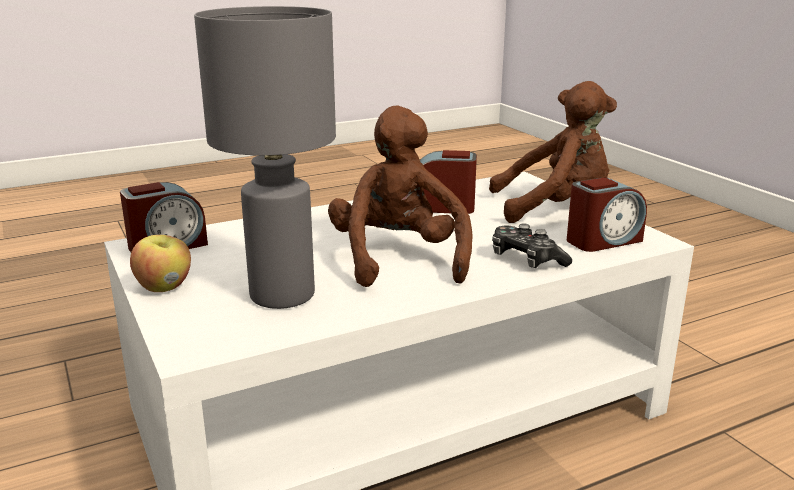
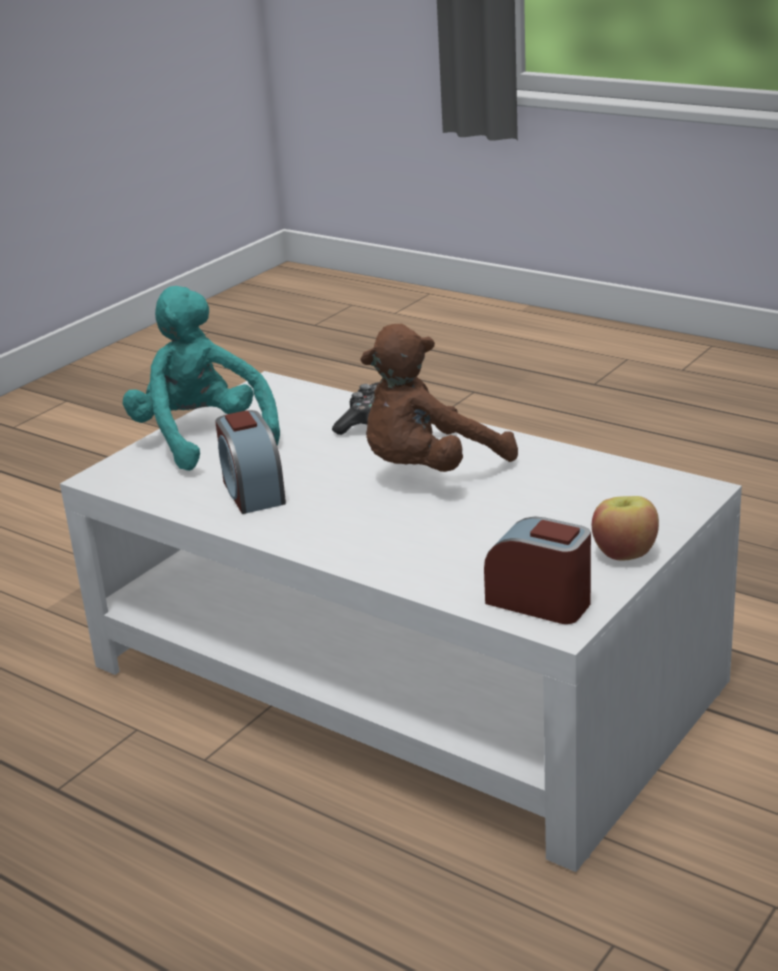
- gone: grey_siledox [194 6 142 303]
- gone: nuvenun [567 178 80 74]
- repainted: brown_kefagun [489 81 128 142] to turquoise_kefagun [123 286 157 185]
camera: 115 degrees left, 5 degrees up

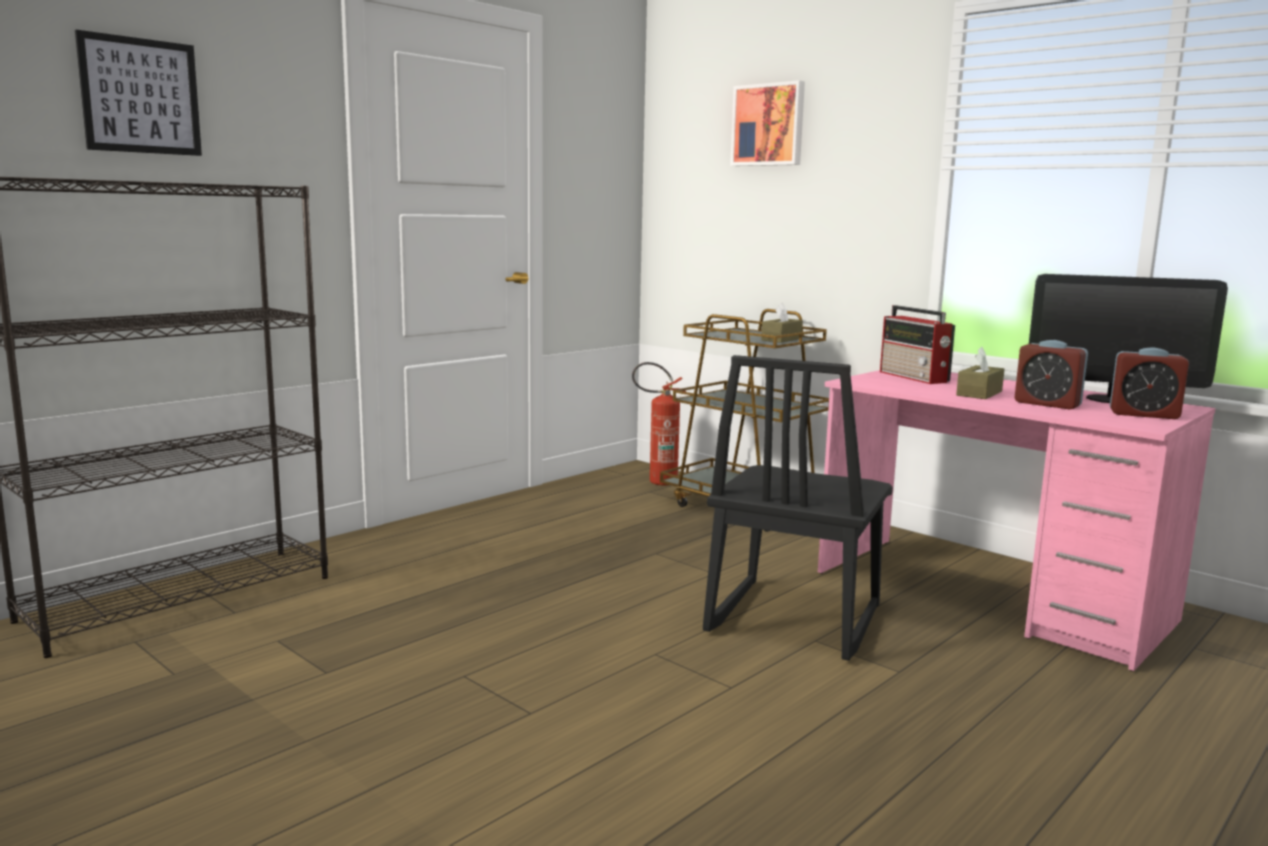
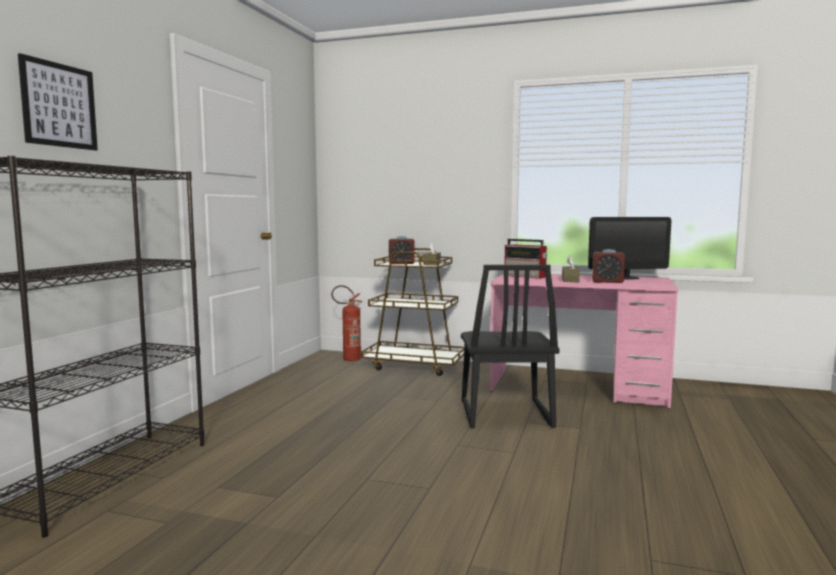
- gone: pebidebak [730 80 75 86]
- shifted: nuvenun [1110 348 79 71] to [389 236 25 28]
camera: 25 degrees left, 5 degrees down

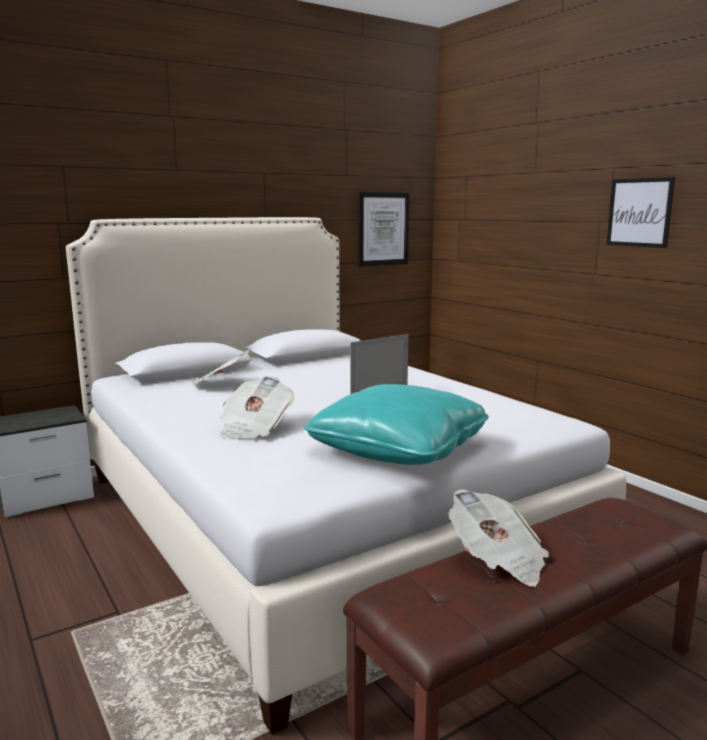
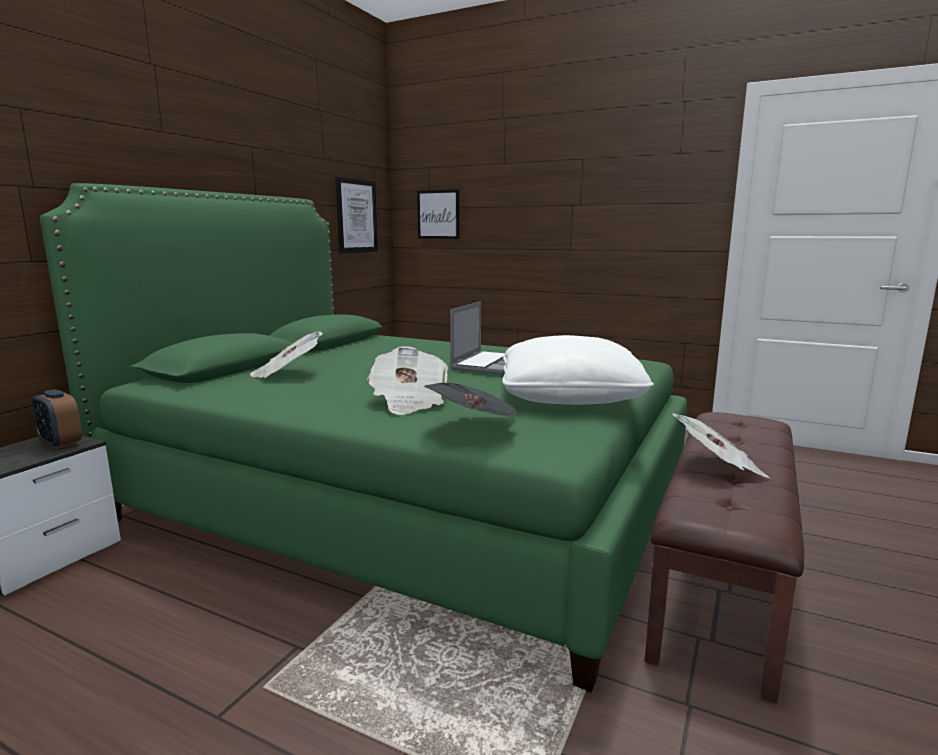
- new: nuvenun [31 389 51 60]
- new: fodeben [424 383 95 33]
- shifted: pebidebak [607 177 68 71] to [417 189 42 50]
- repainted: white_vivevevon [66 217 560 518] to green_vivevevon [40 183 647 510]
- repainted: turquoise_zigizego [304 384 185 81] to white_zigizego [502 335 152 70]
camera: 30 degrees left, 0 degrees up

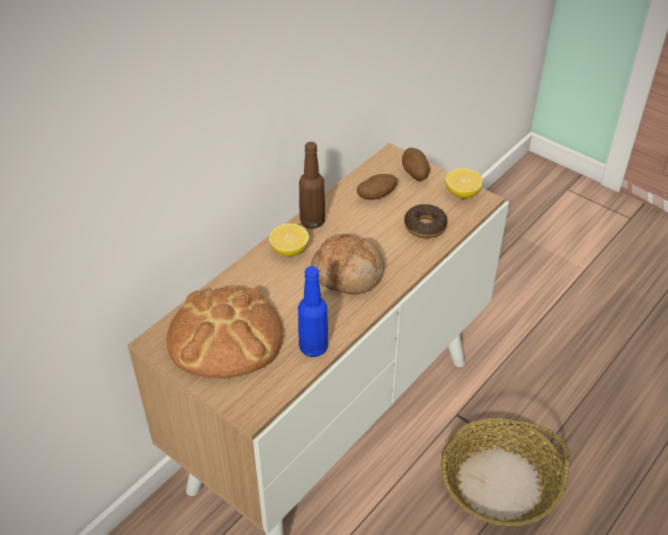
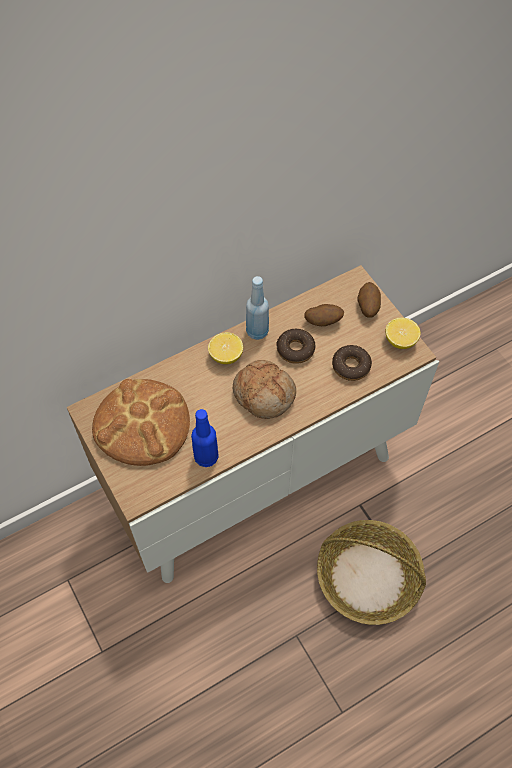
- new: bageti [276 329 39 35]
- repainted: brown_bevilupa [299 142 26 87] to blue_bevilupa [246 276 23 64]
camera: 20 degrees right, 15 degrees up

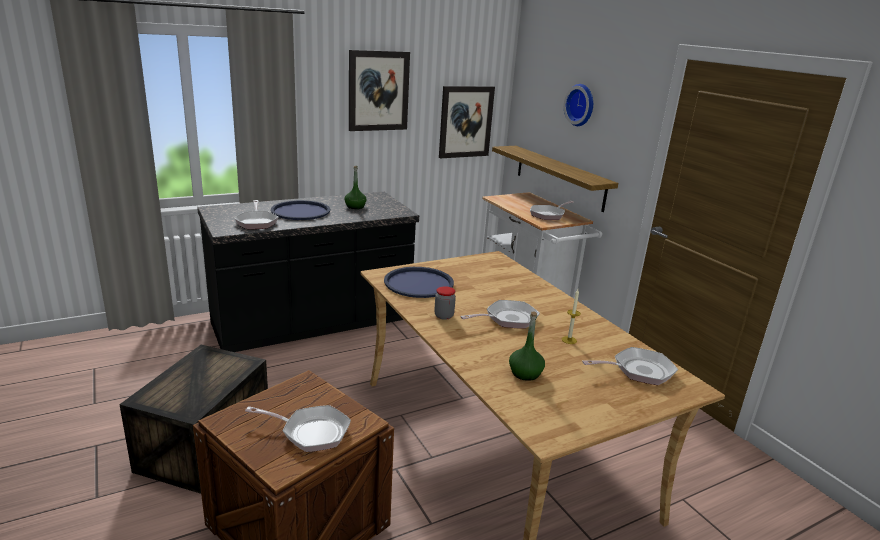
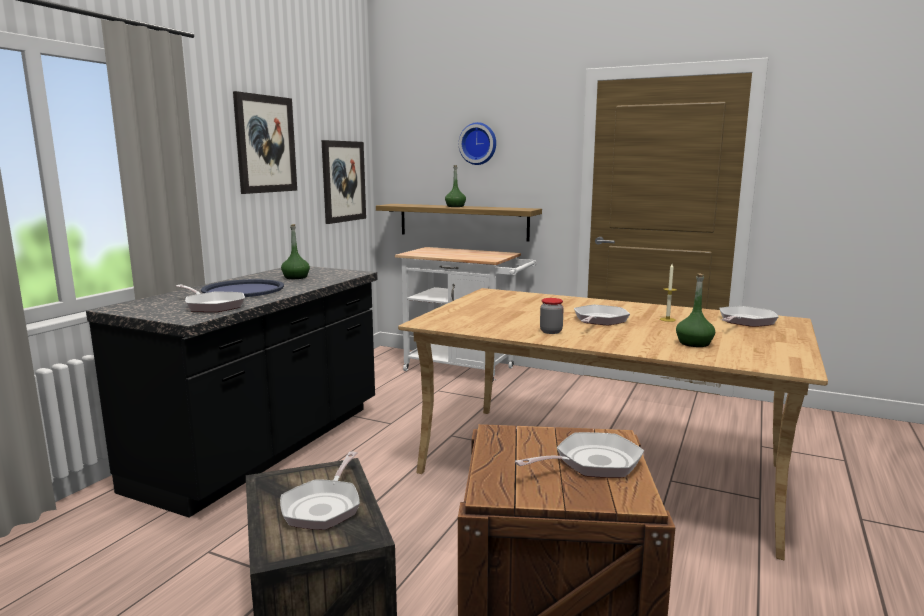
- gone: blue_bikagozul [384 267 70 31]
- new: green_bevilupa [445 165 21 42]
- shifted: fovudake [530 201 44 19] to [280 451 80 79]
camera: 35 degrees left, 10 degrees down

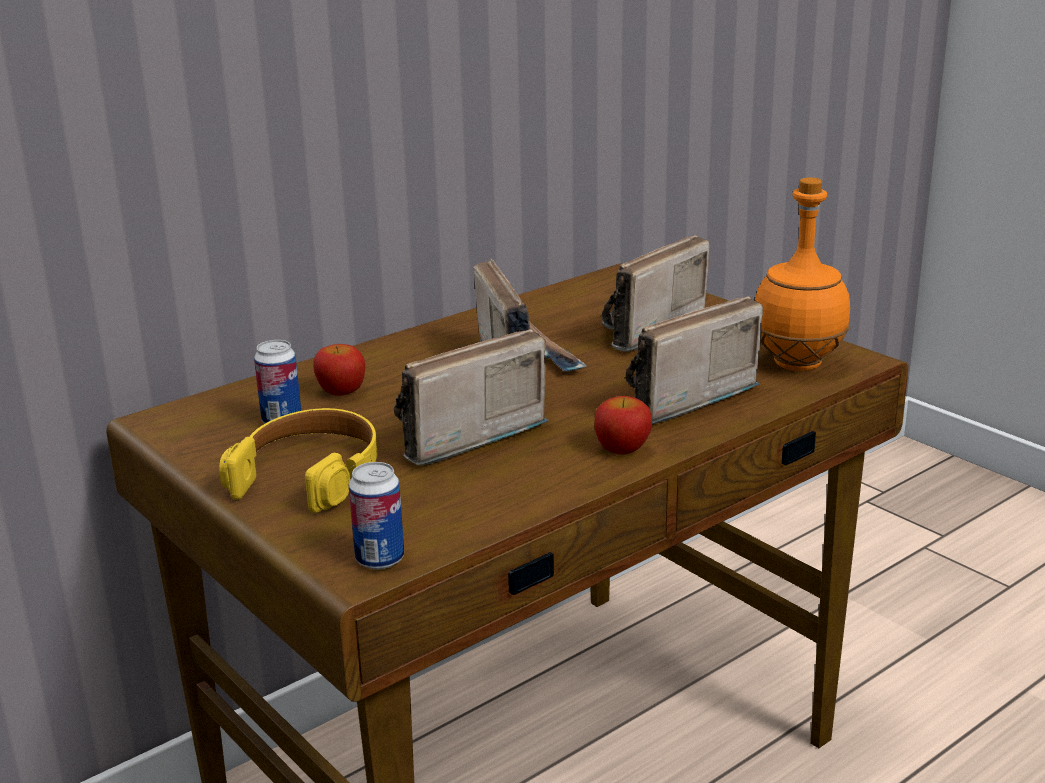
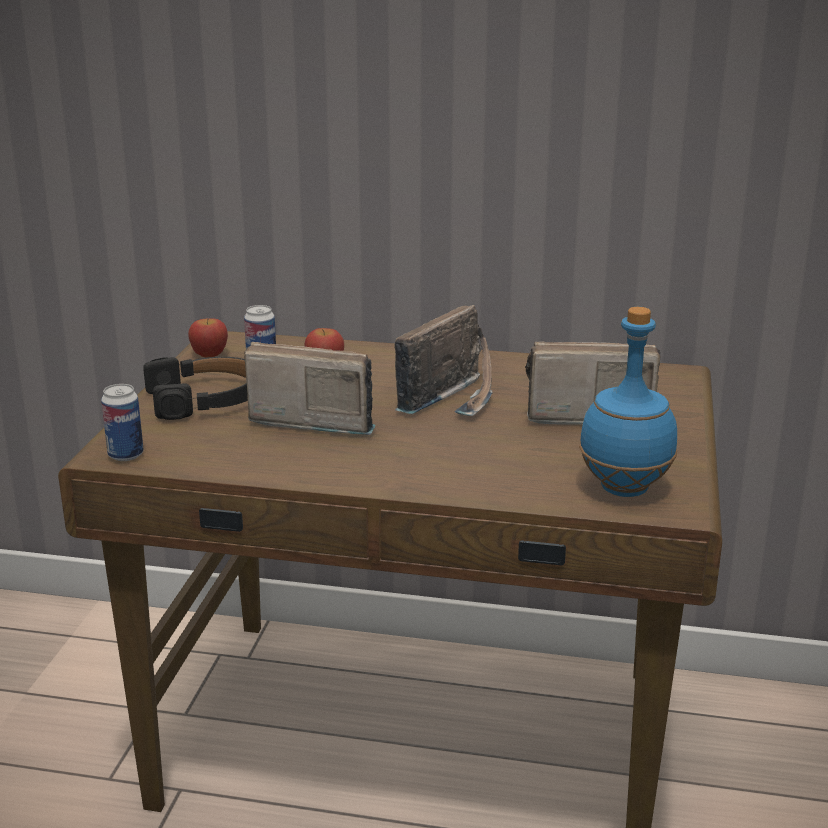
- gone: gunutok [626 296 138 128]
- shifted: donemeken [595 396 57 59] to [188 318 40 40]
- repainted: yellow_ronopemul [219 408 158 105] to black_ronopemul [143 357 105 63]
- repainted: orange_bevilupa [755 177 95 194] to blue_bevilupa [579 307 98 190]
camera: 50 degrees right, 0 degrees up

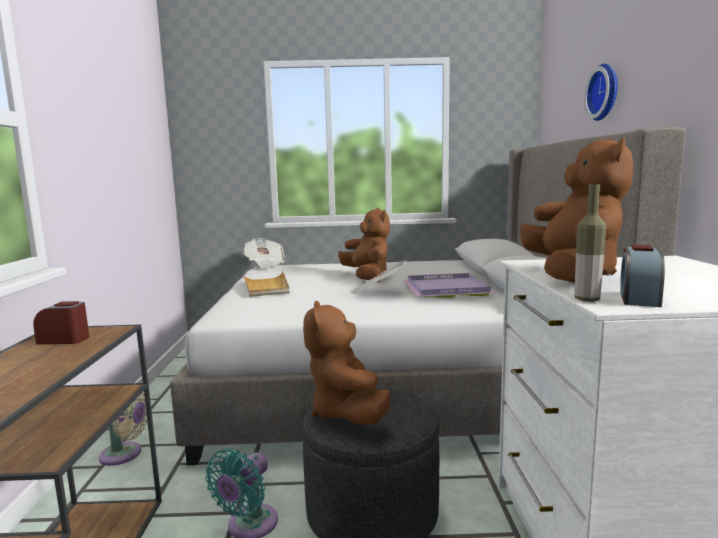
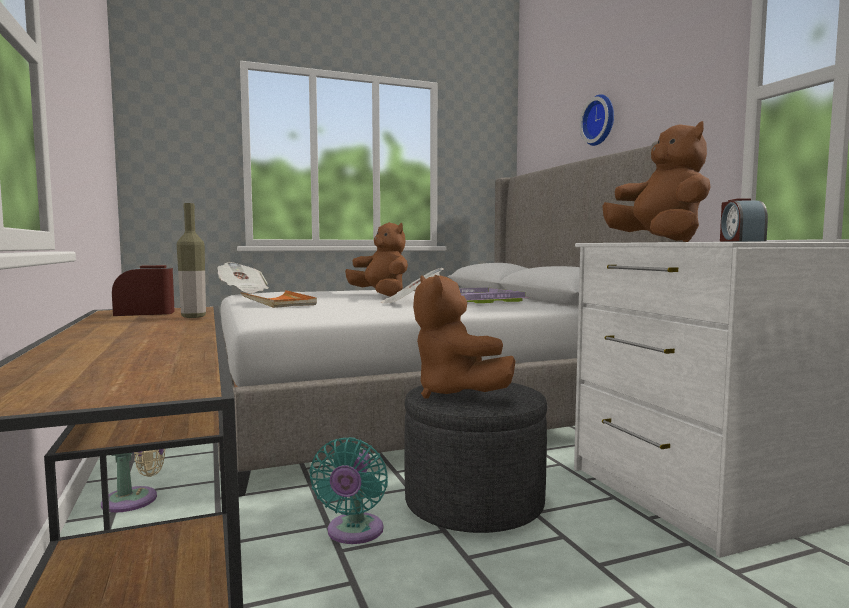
- shifted: bevilupa [574 184 33 118] to [177 203 29 115]
- repainted: beige_bikagozul [243 272 46 25] to orange_bikagozul [241 290 76 18]
camera: 20 degrees left, 5 degrees down

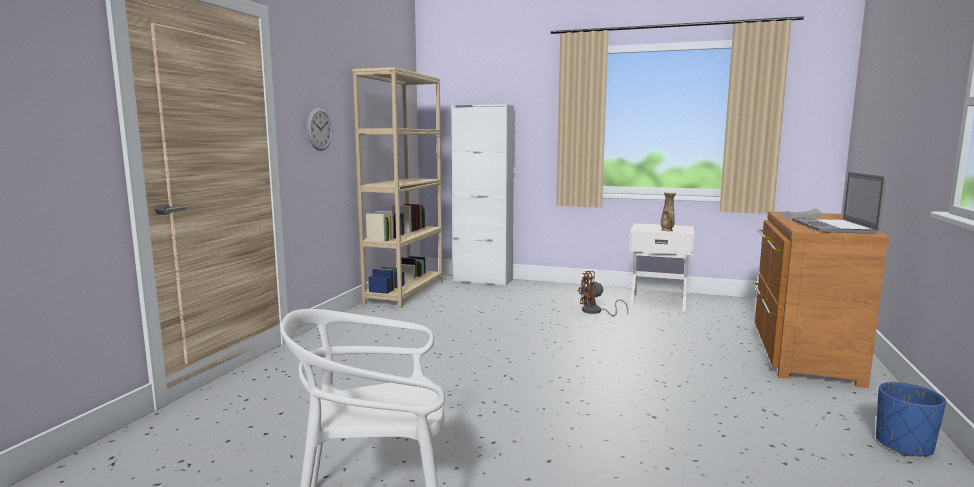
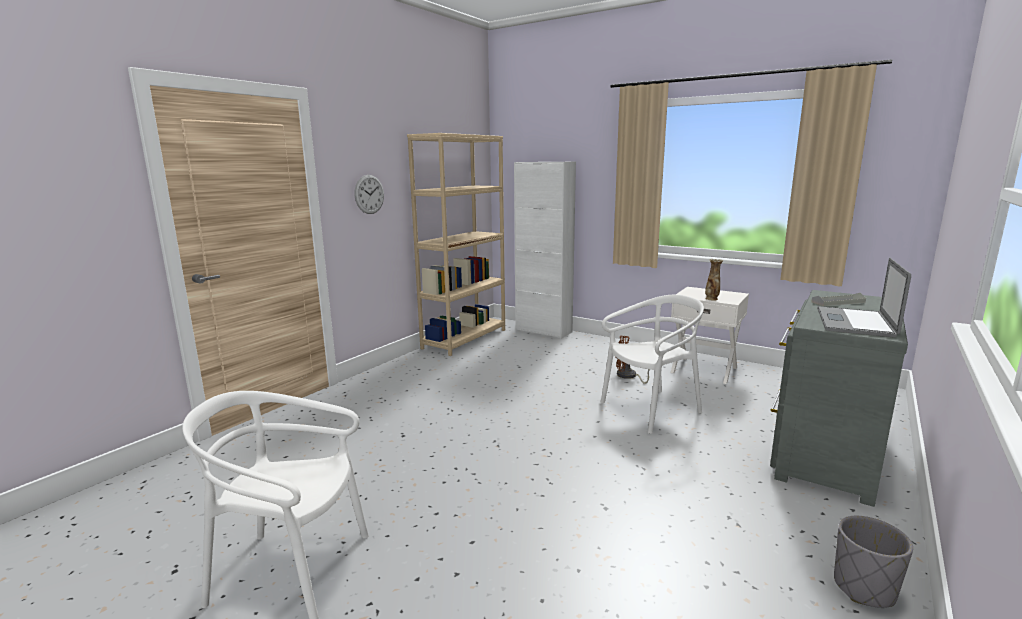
- new: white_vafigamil [601 295 103 139]
- repainted: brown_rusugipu [753 211 137 177] to grey_rusugipu [770 290 138 217]
- repainted: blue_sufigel [876 382 70 74] to grey_sufigel [834 516 79 92]
camera: 15 degrees right, 5 degrees up

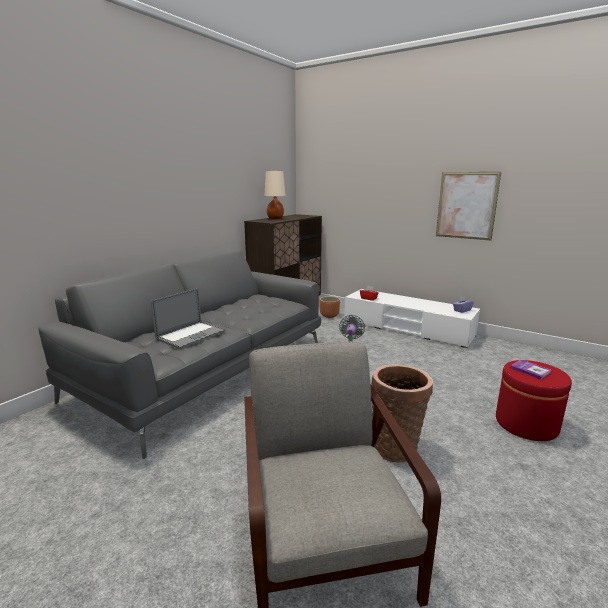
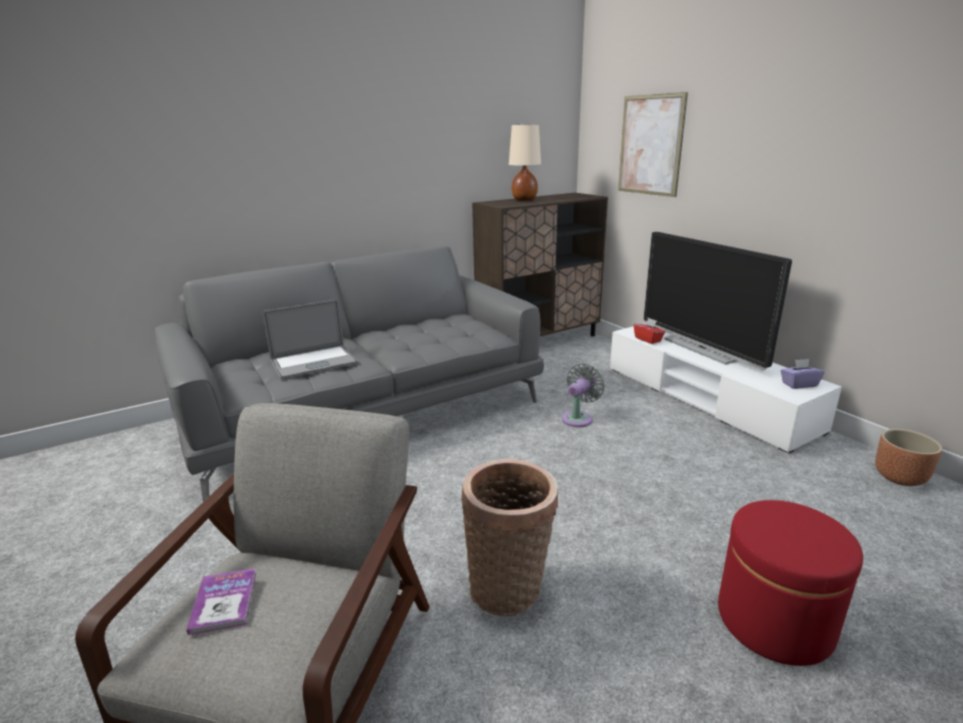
- new: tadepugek [644 232 148 138]
- shifted: brown_sufigel [320 296 20 22] to [875 429 67 57]
- shifted: pebidebak [436 172 65 68] to [618 92 70 105]
- shifted: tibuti [510 360 41 19] to [186 568 70 67]
camera: 25 degrees right, 5 degrees up

